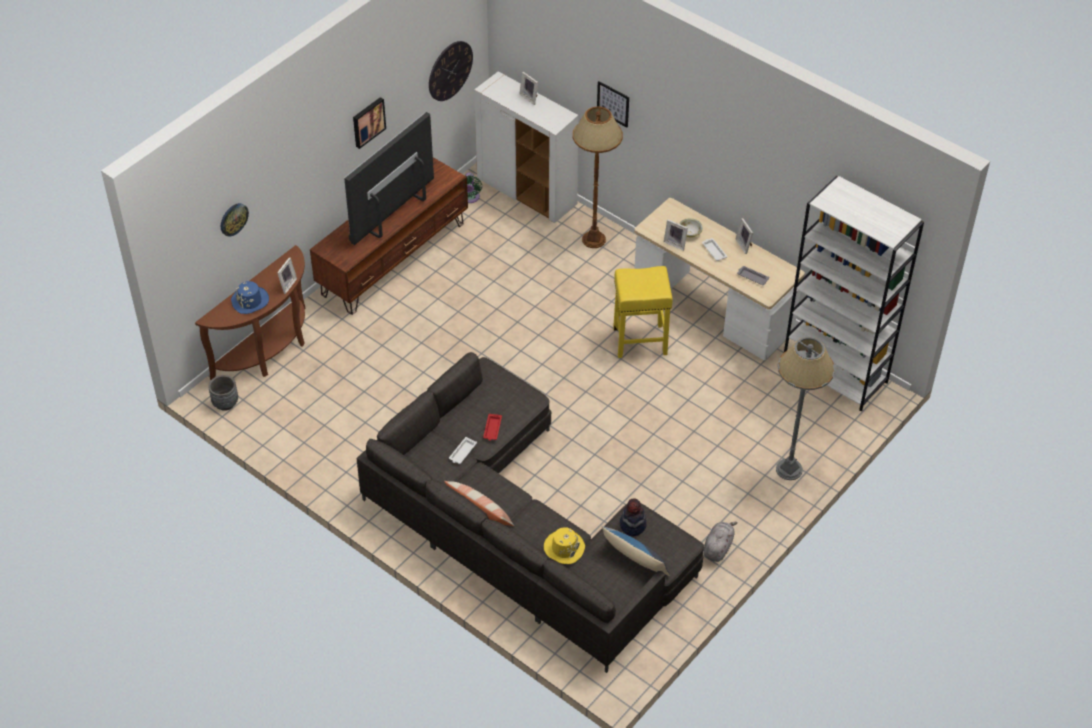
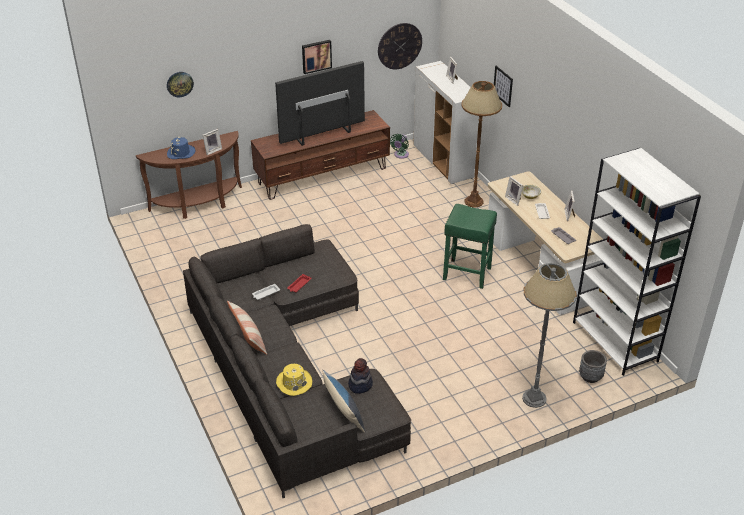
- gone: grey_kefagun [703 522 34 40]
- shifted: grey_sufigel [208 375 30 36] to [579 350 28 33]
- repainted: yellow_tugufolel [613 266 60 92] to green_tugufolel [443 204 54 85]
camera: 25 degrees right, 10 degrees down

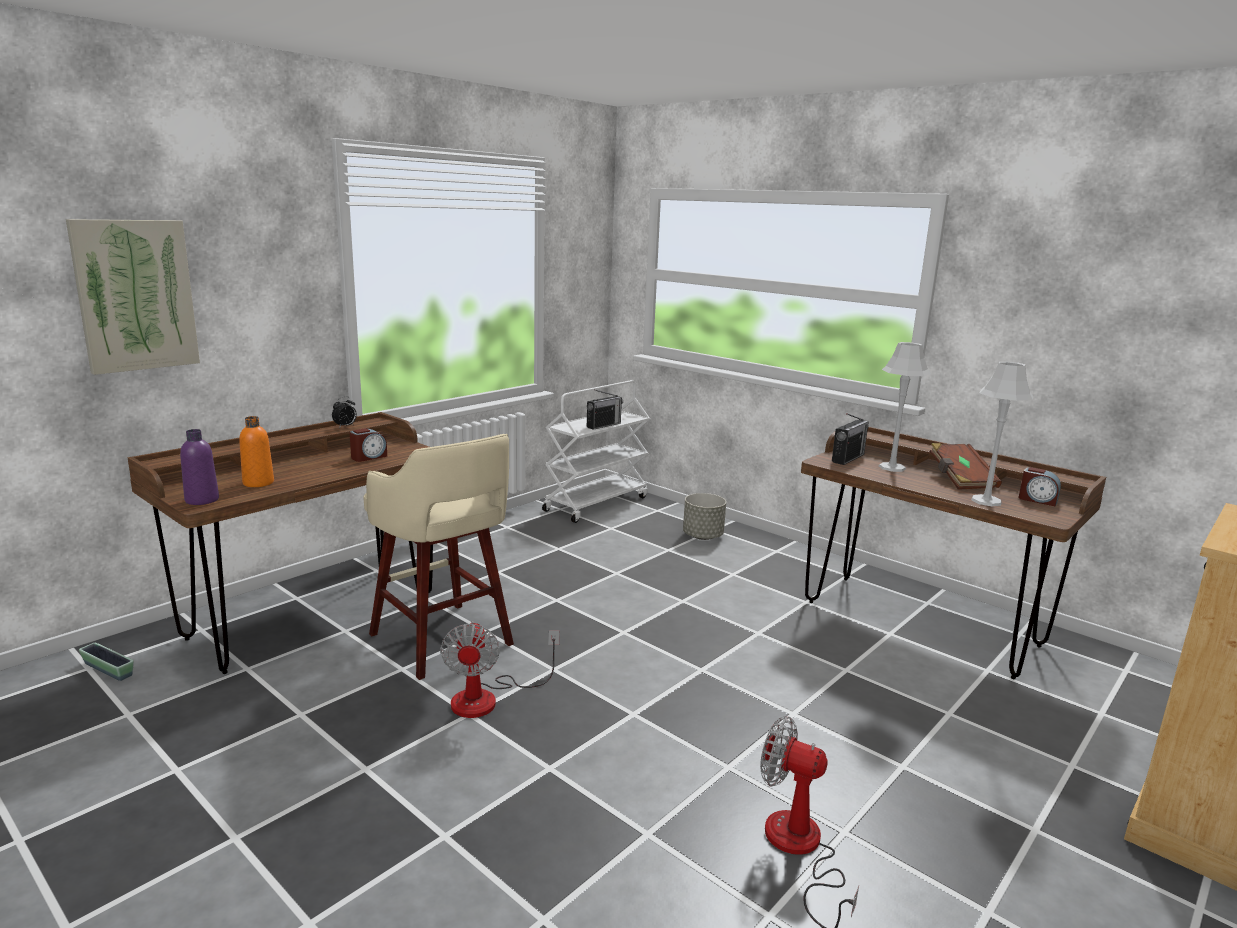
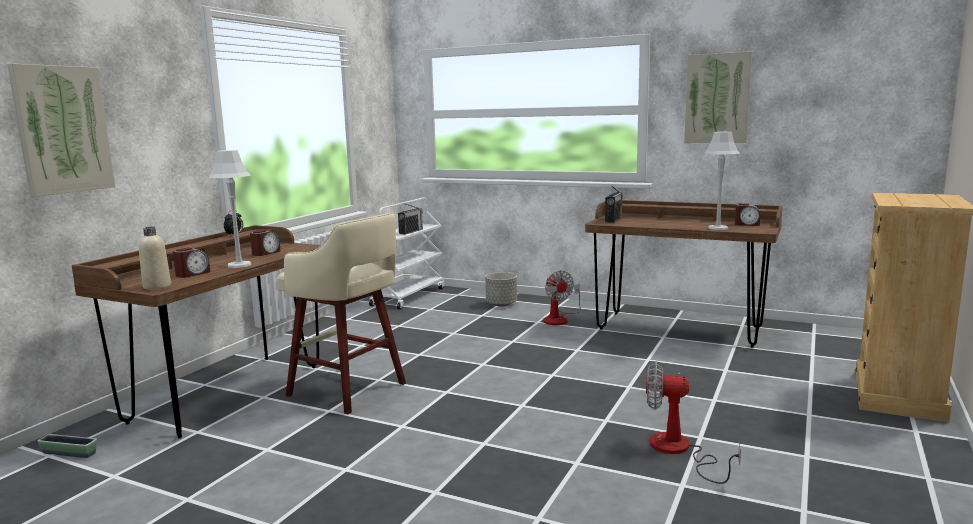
- gone: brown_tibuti [929 443 73 47]
- new: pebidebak [684 51 68 92]
- shifted: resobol [440 621 119 97] to [543 270 38 55]
- shifted: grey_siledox [879 342 52 130] to [209 150 42 118]
- swapped: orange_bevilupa [239 416 35 71] to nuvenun [173 247 37 31]
- repainted: purple_bevilupa [180 429 39 76] to beige_bevilupa [139 227 32 63]
camera: 15 degrees left, 5 degrees down

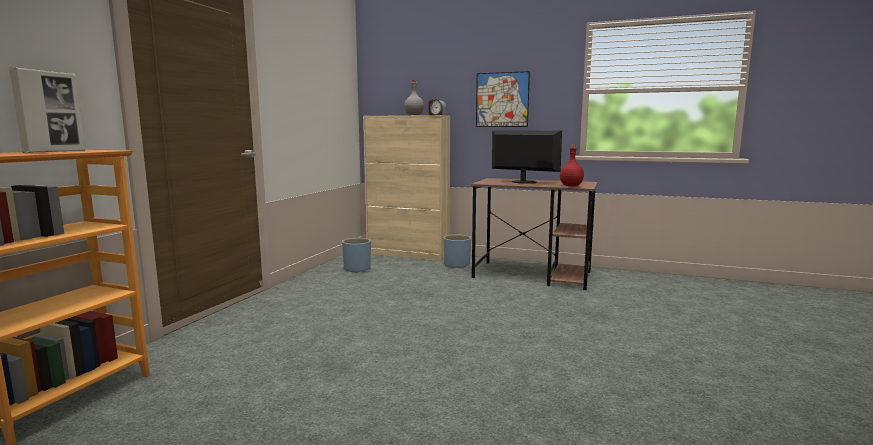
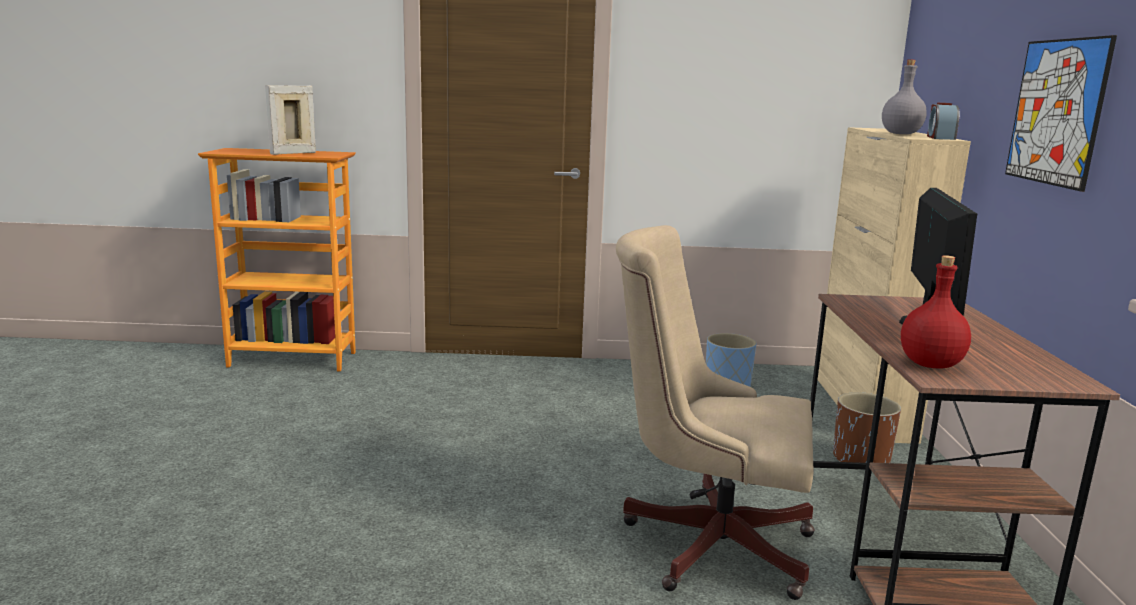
- new: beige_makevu [616 225 199 375]
- repainted: blue_sufigel [444 234 27 35] to brown_sufigel [833 392 68 71]
- rotated: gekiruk [9 67 76 86] = [265 85 51 70] 135 degrees clockwise
camera: 70 degrees right, 5 degrees up

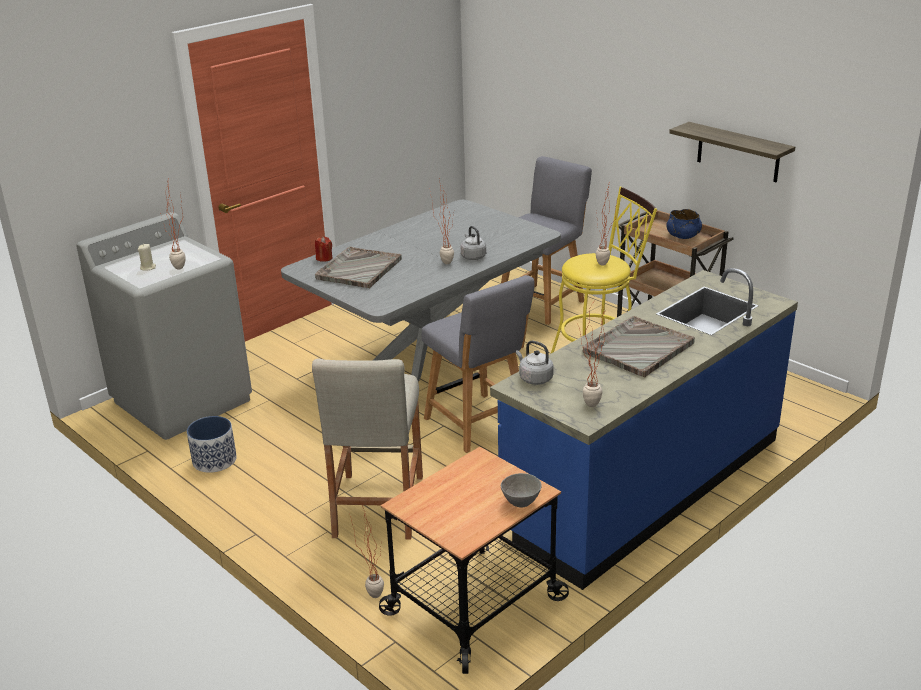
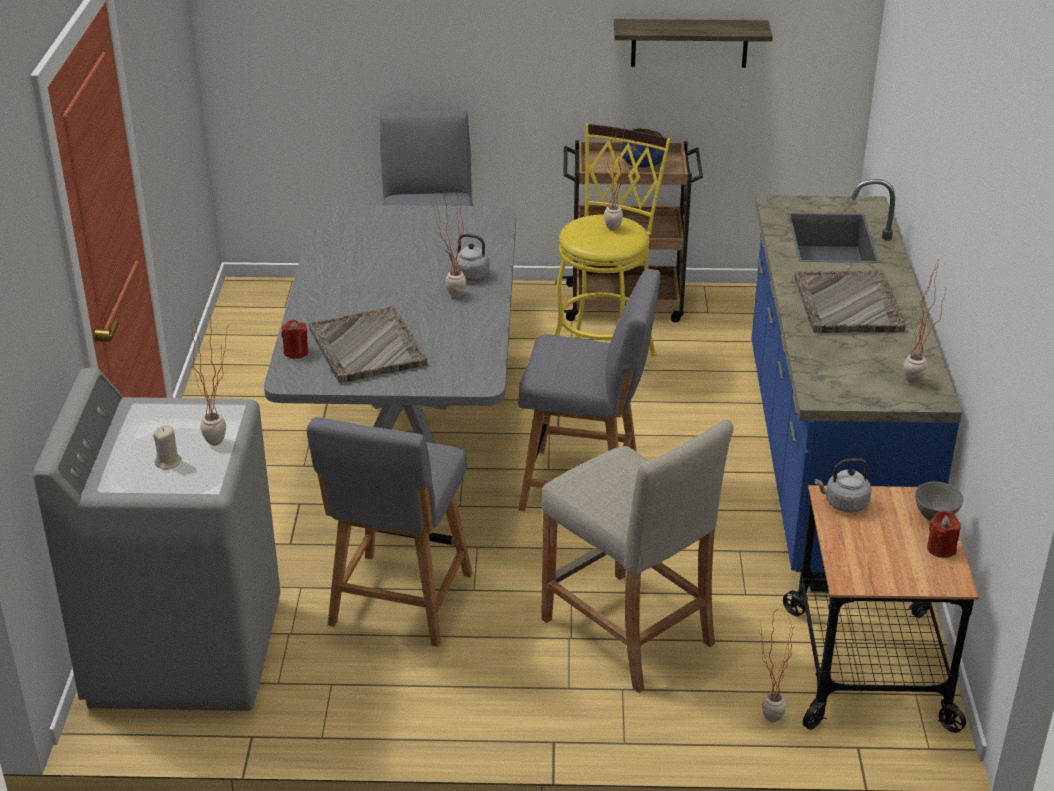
- gone: sufigel [187 416 50 57]
- new: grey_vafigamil [306 417 167 230]
- new: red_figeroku [927 510 34 48]
- shifted: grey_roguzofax [516 341 38 44] to [815 458 57 55]
camera: 45 degrees left, 5 degrees up

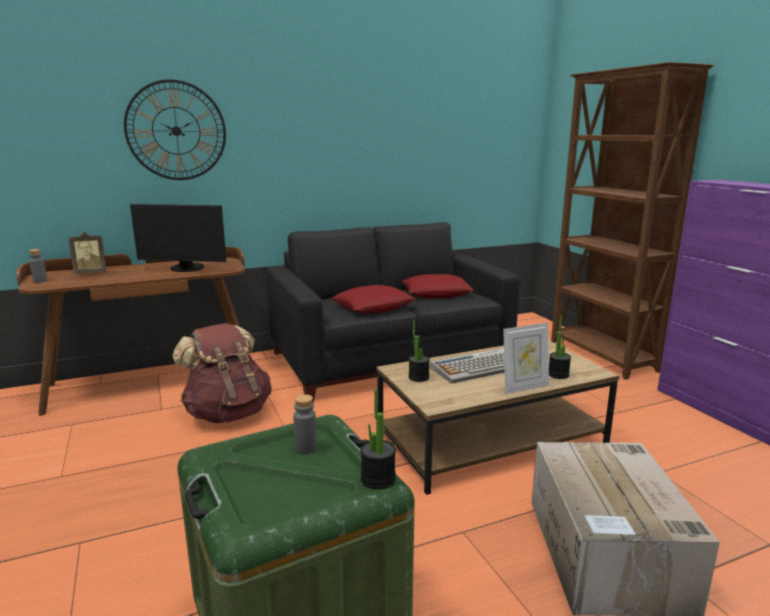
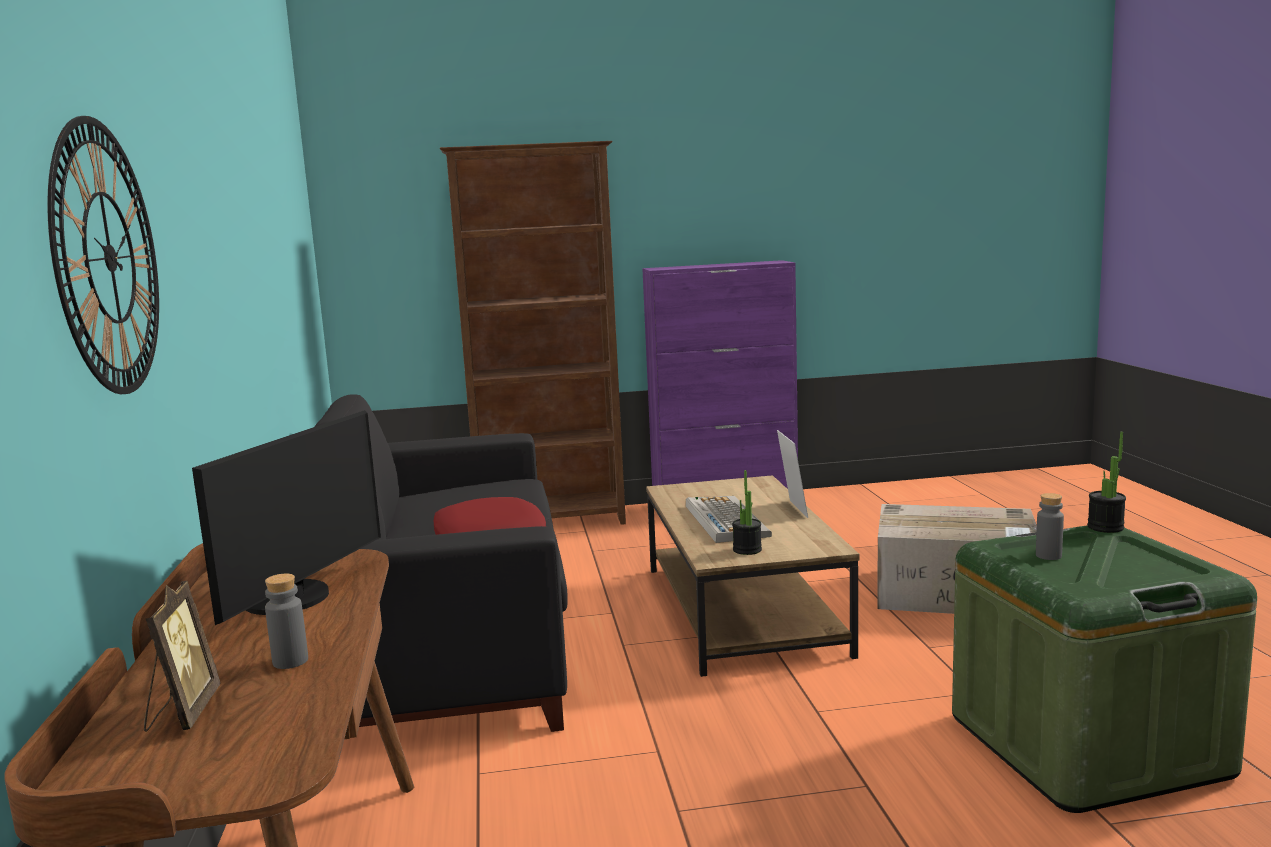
- gone: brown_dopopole [172 323 100 100]
- gone: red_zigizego [402 274 72 24]
- gone: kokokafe [549 315 22 64]
- shifted: grey_bevilupa [29 249 18 34] to [265 573 43 96]
camera: 75 degrees left, 5 degrees down

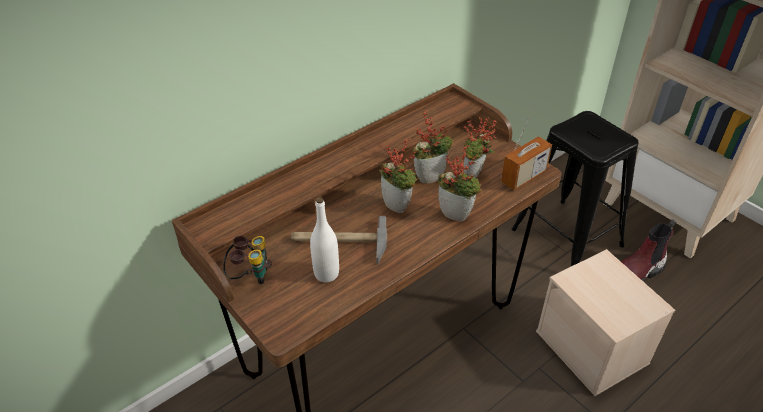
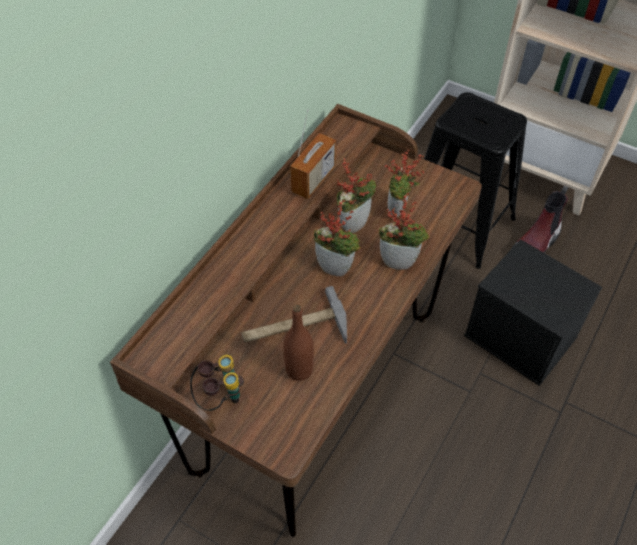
- shifted: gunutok [501 109 51 81] to [290 109 46 90]
- repainted: white_bevilupa [310 197 29 85] to brown_bevilupa [284 305 30 76]
- repainted: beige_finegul [536 249 139 147] to black_finegul [464 239 139 147]
camera: 20 degrees left, 10 degrees up

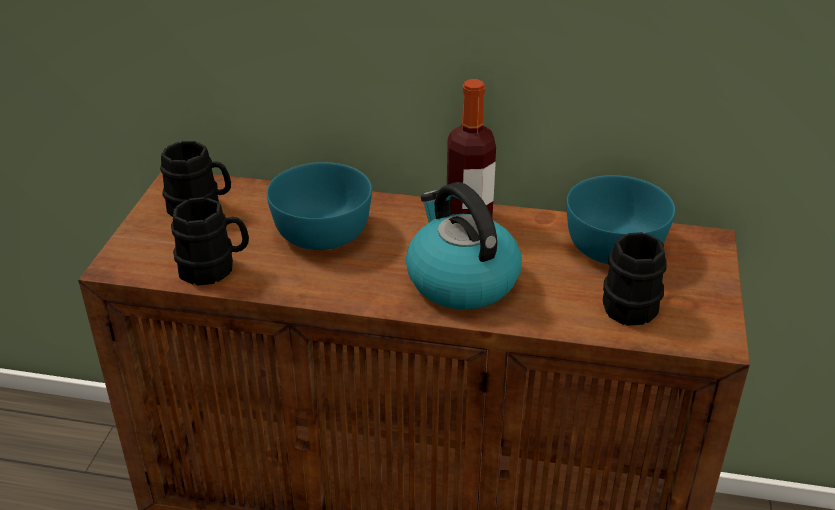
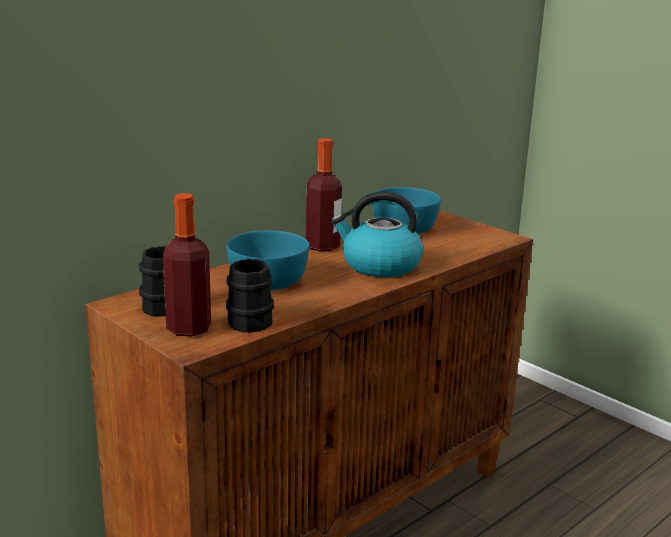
- gone: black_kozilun [603 232 64 94]
- new: bevilupa [163 193 48 143]
camera: 55 degrees left, 15 degrees down

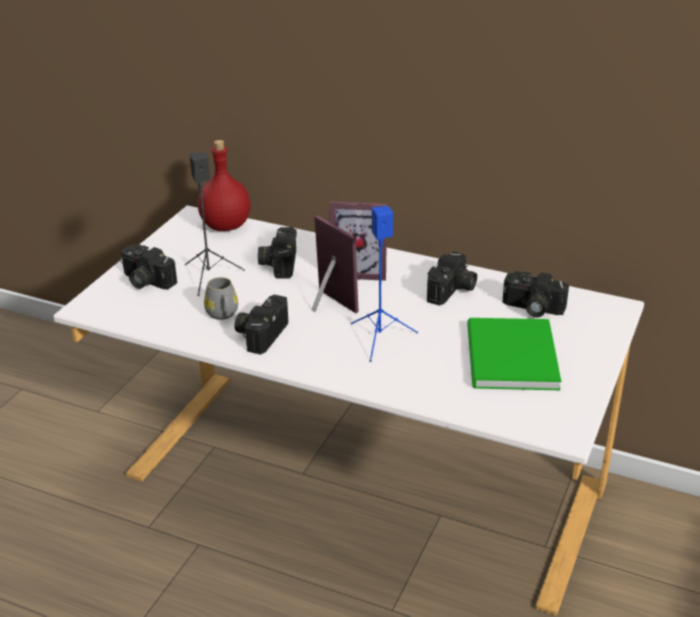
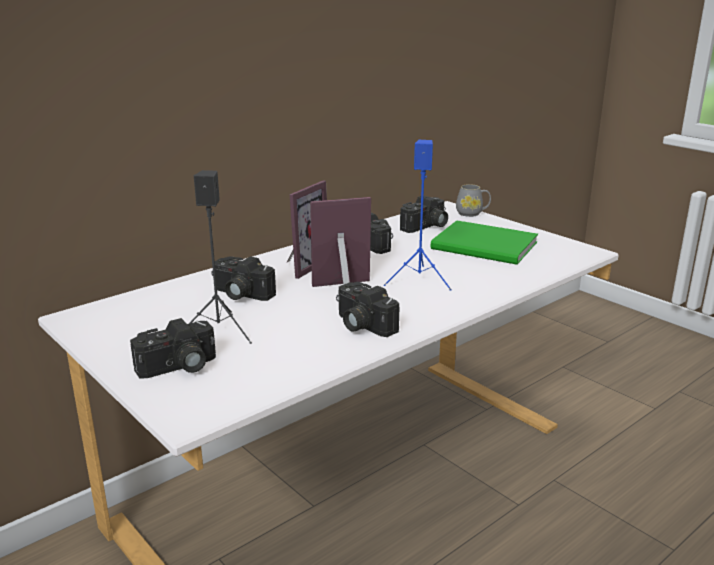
- gone: red_bevilupa [197 140 54 91]
- shifted: grey_kozilun [204 277 34 43] to [456 184 35 33]
camera: 65 degrees left, 10 degrees down

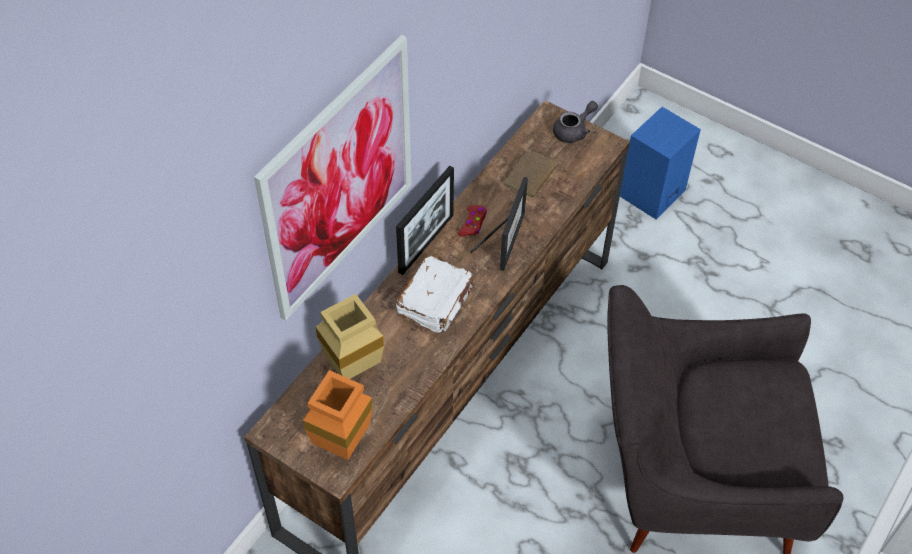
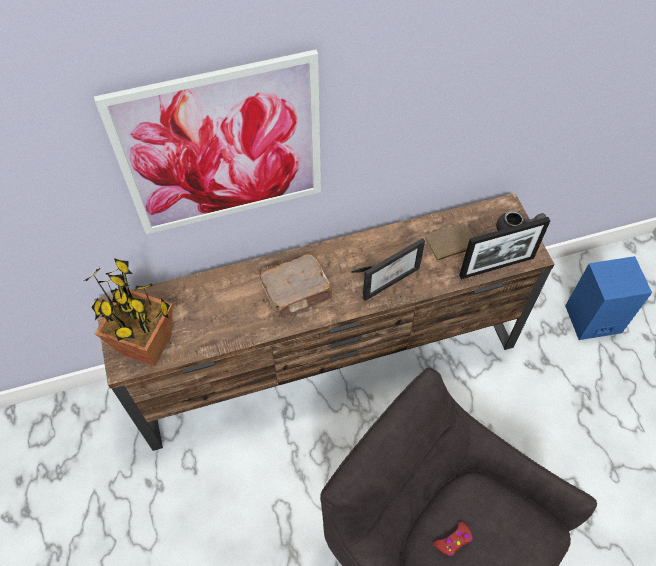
- gone: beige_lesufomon [316 294 68 85]
- shifted: gekiruk [396 166 58 109] to [459 217 92 62]
- shifted: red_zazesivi [458 205 29 31] to [434 522 39 34]
- swapped: orange_lesufomon [303 370 70 90] to kokokafe [84 258 89 108]
- repainted: white_tibuti [396 256 78 77] to brown_tibuti [259 254 74 63]
camera: 40 degrees right, 5 degrees up

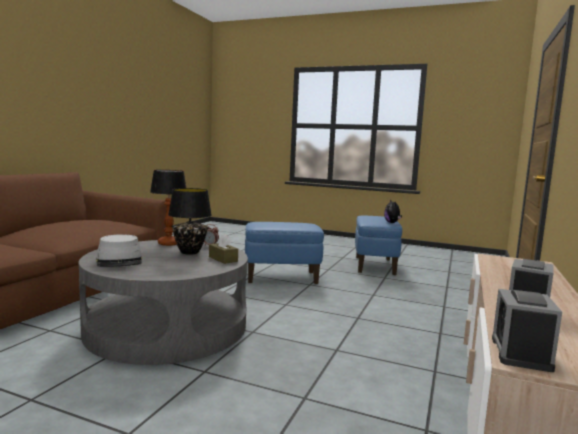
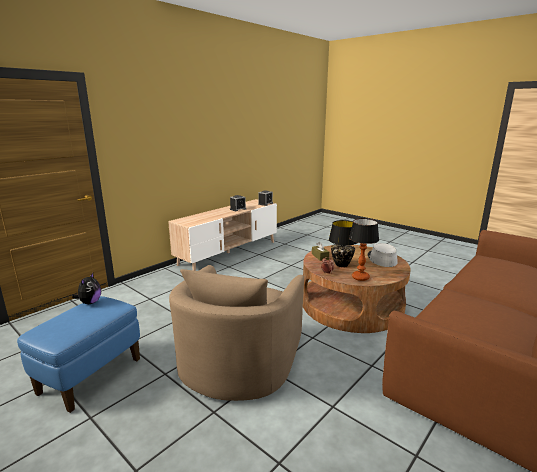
- swapped: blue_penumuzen [245 222 79 62] to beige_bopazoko [169 265 135 136]
- repainted: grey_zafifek [79 240 169 125] to brown_zafifek [303 245 108 88]
camera: 160 degrees left, 10 degrees up

